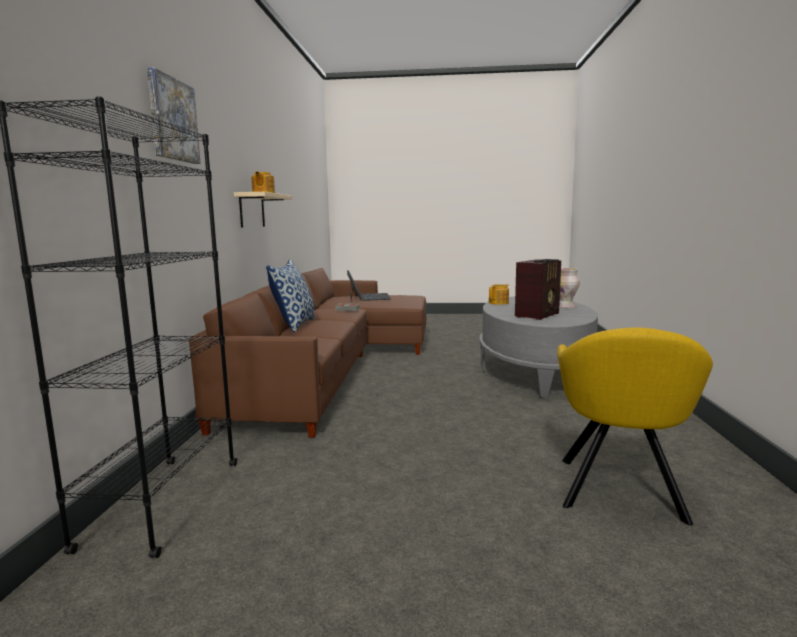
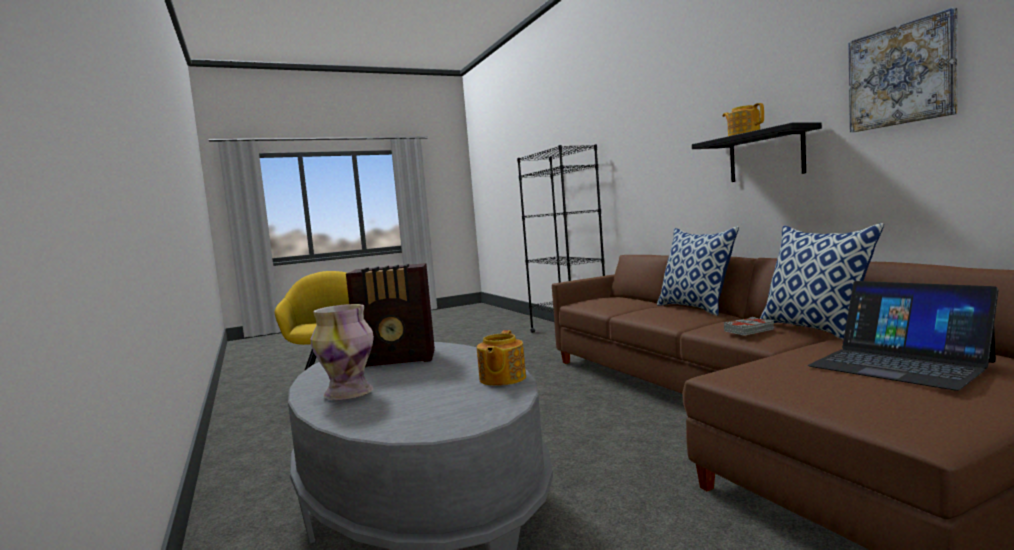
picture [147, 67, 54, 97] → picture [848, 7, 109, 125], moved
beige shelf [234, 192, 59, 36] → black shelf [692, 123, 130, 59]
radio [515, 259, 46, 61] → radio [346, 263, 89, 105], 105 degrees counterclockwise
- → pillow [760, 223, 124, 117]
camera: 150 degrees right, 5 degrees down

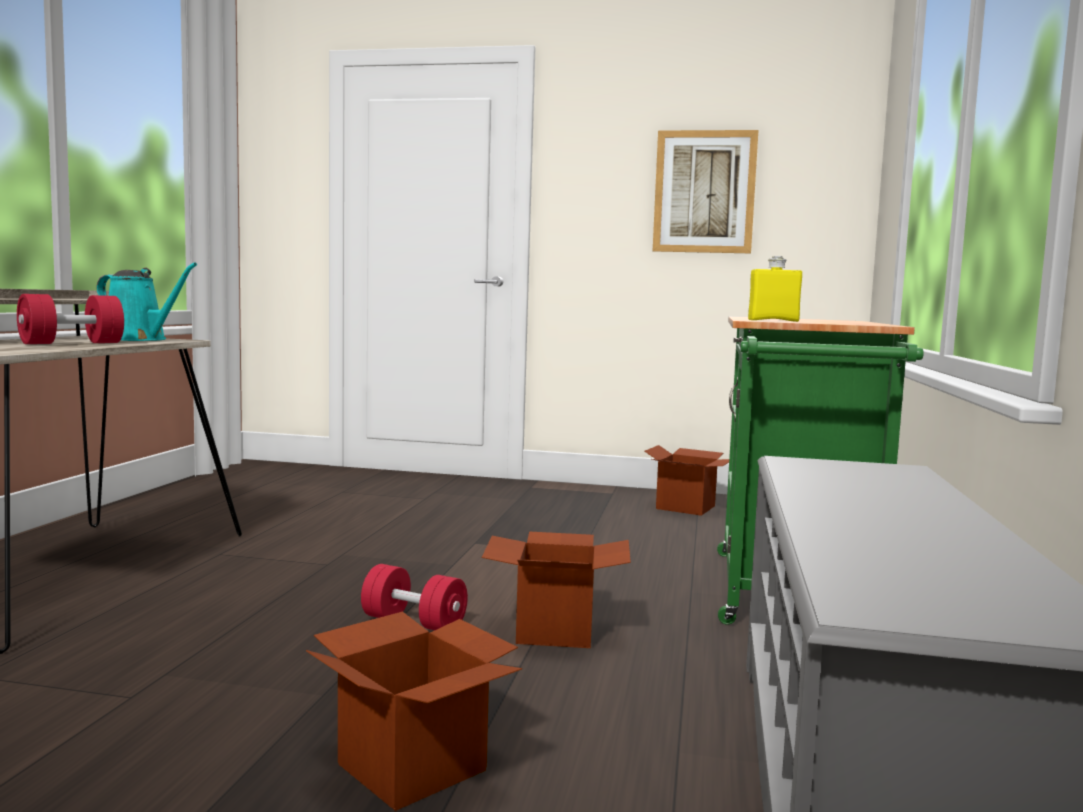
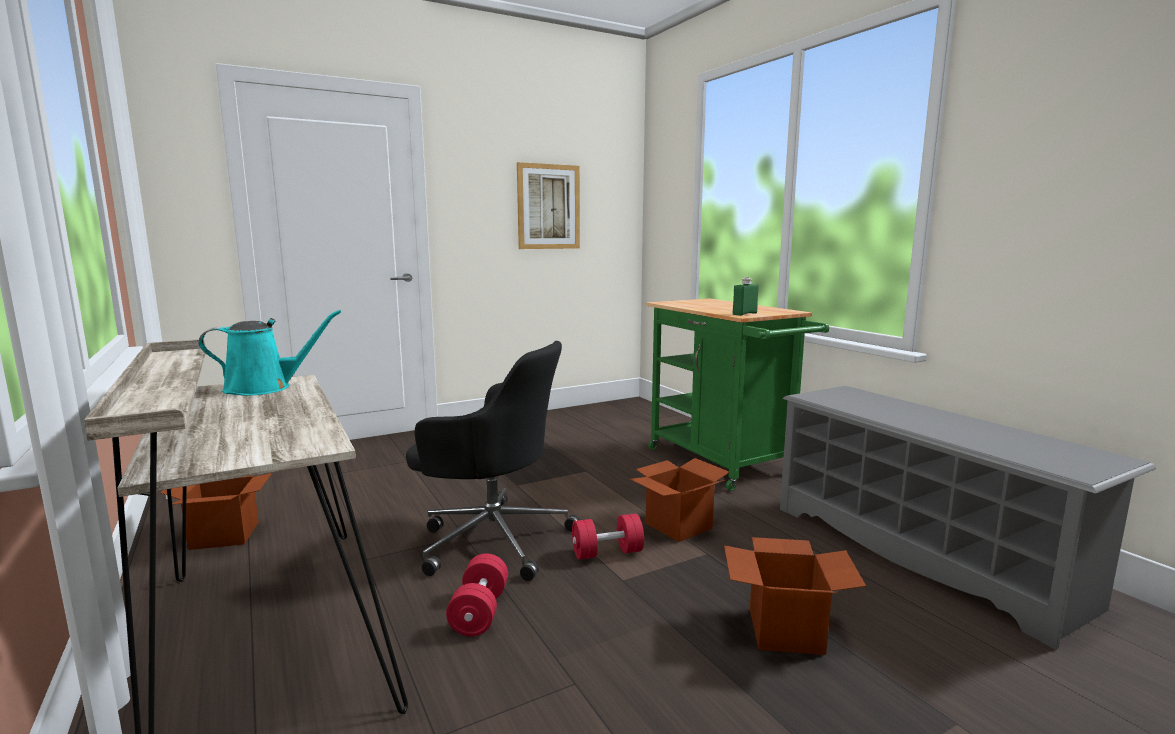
yellow bottle [748, 256, 54, 66] → green bottle [733, 277, 25, 39]
red dumbbell [17, 294, 107, 50] → red dumbbell [446, 553, 62, 83], moved
cardboard box [645, 445, 84, 71] → cardboard box [160, 473, 112, 77], moved
- → black office chair [406, 341, 174, 240]
camera: 40 degrees left, 5 degrees up

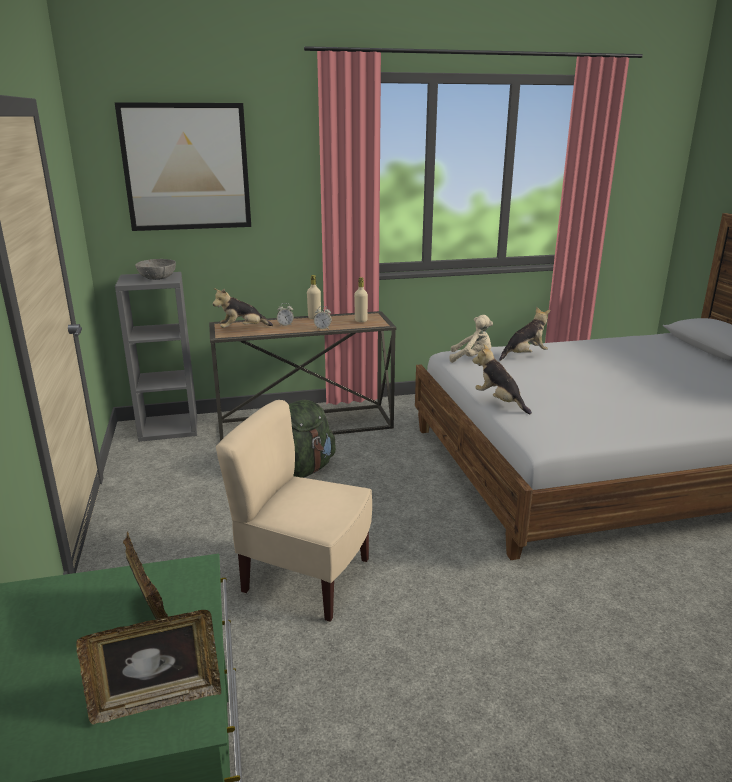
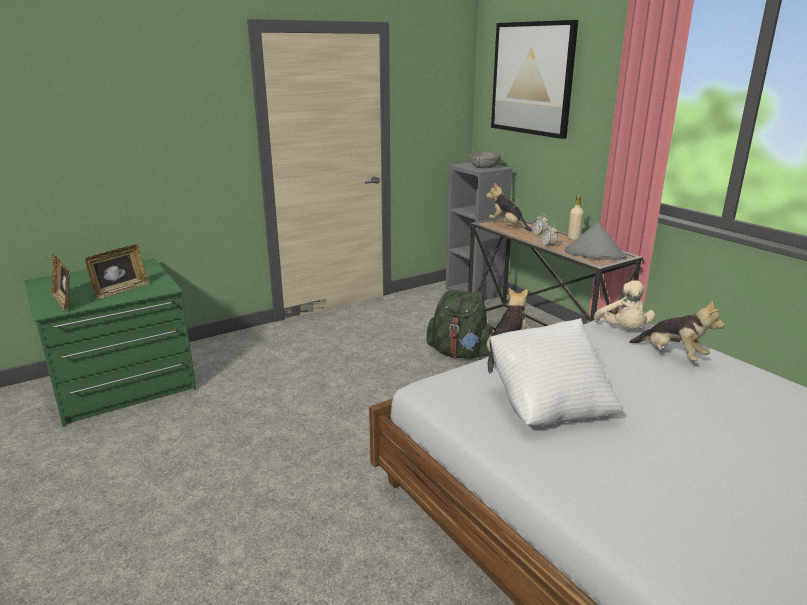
beige bottle [354, 277, 14, 45] → grey hat [565, 221, 62, 39]
beige chair [216, 400, 156, 222] → -
- → white pillow [490, 318, 133, 108]
camera: 70 degrees right, 0 degrees up

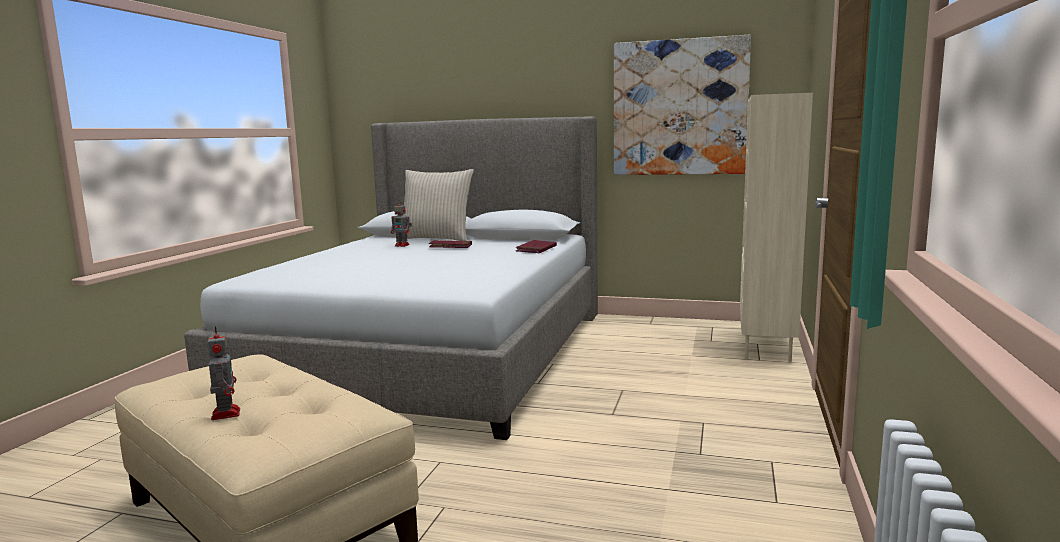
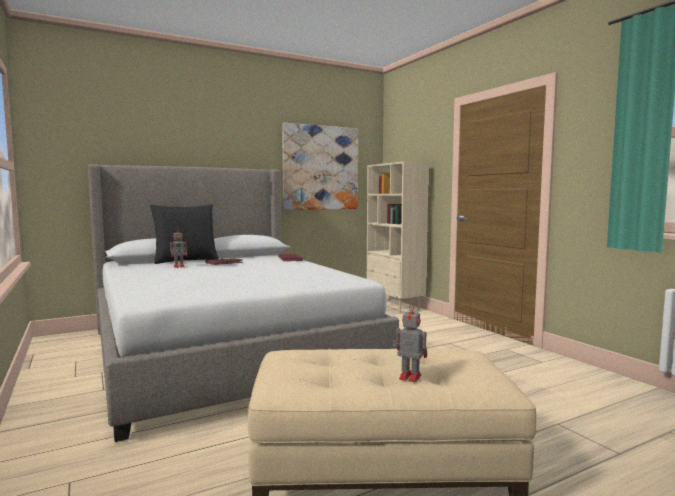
beige pillow [403, 169, 71, 72] → black pillow [150, 204, 69, 60]
camera: 45 degrees left, 5 degrees down

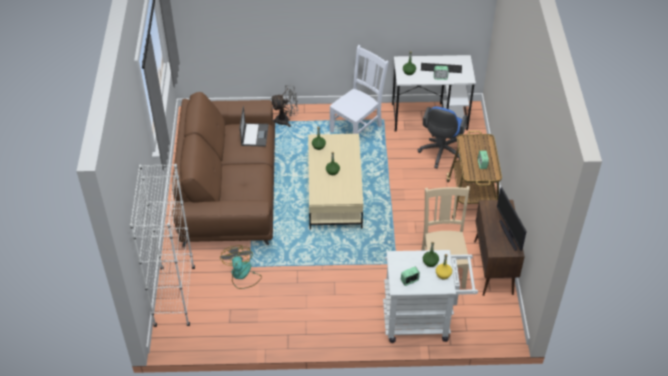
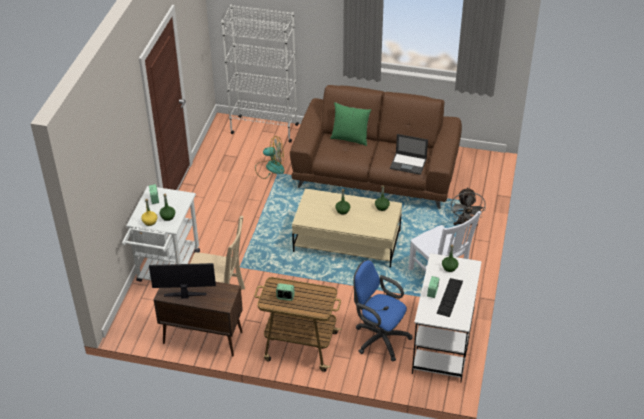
- → green pillow [330, 102, 41, 44]
camera: 105 degrees right, 5 degrees down

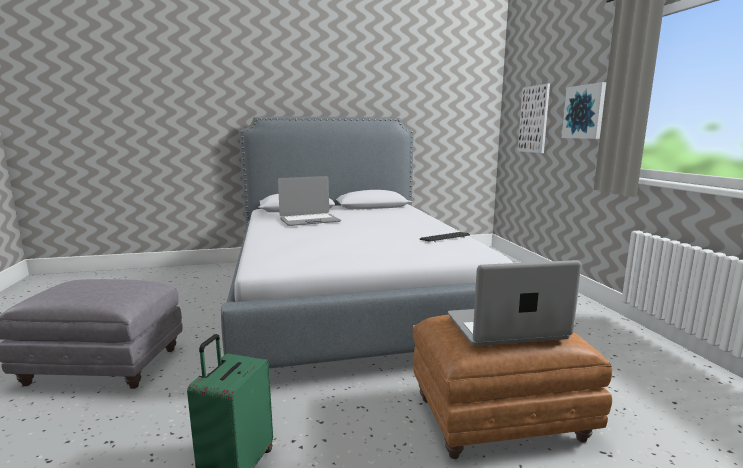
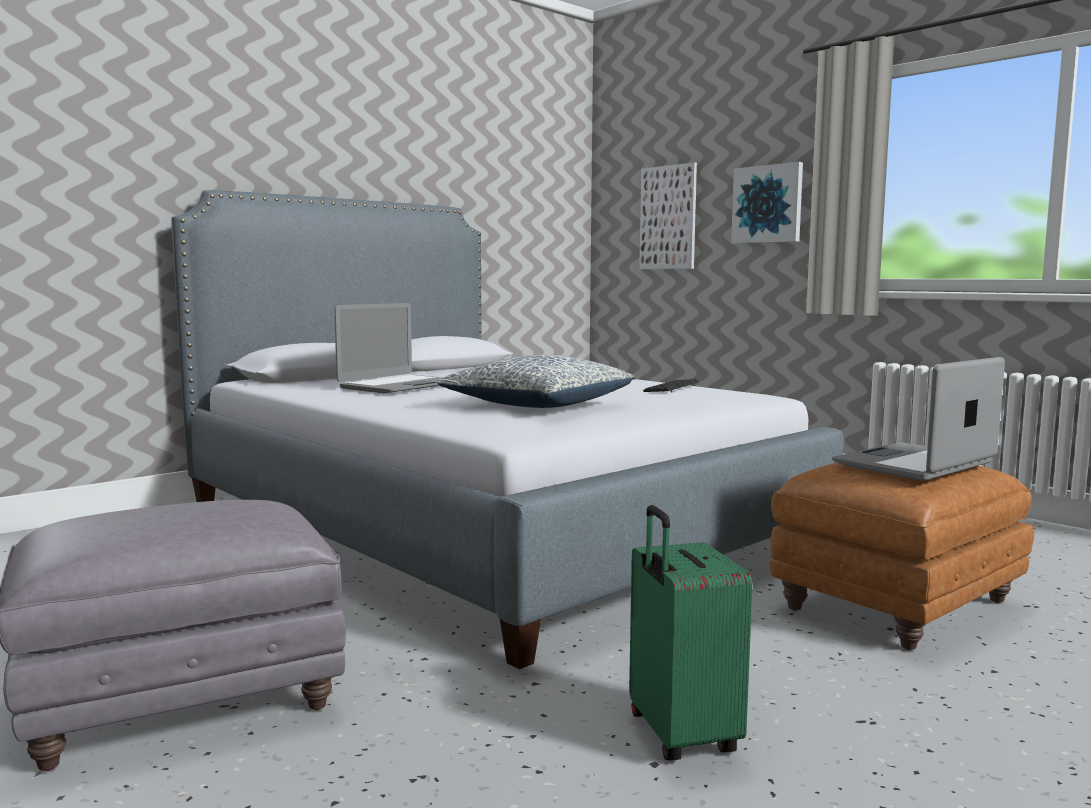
- → pillow [437, 354, 198, 54]
camera: 30 degrees left, 5 degrees down

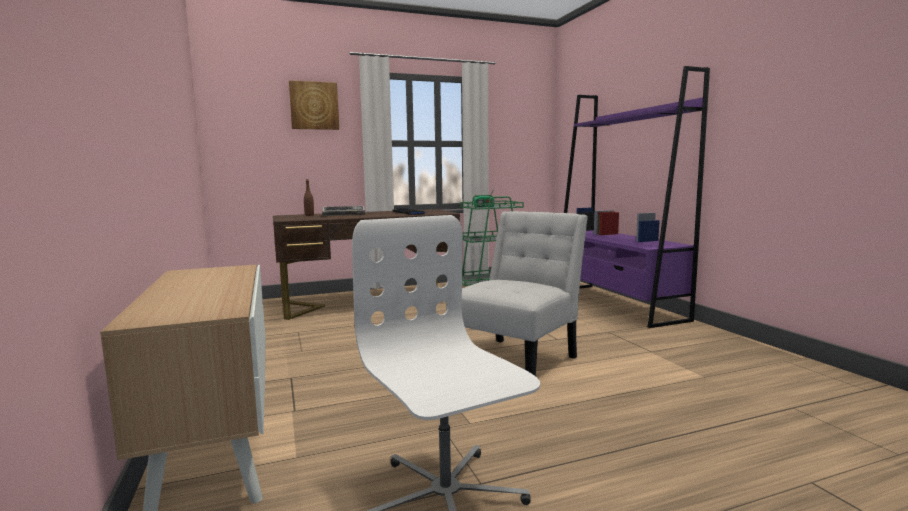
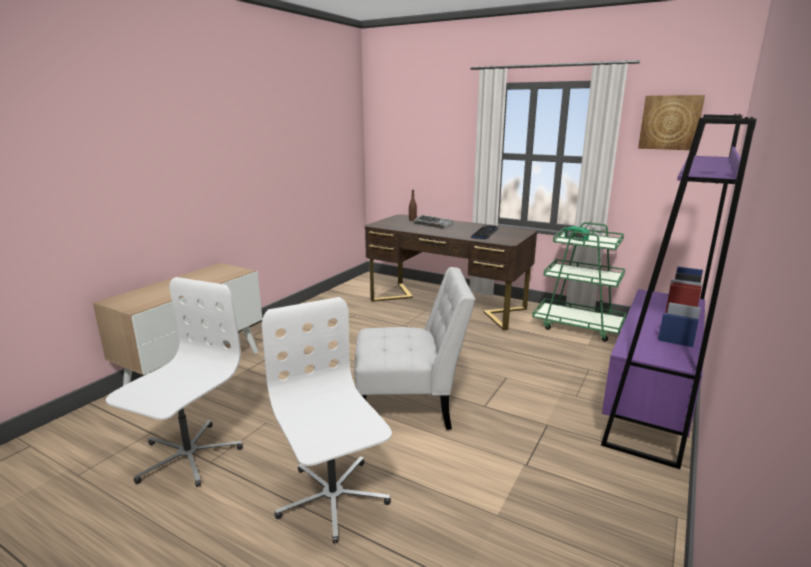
picture [289, 80, 50, 50] → picture [638, 95, 67, 55], moved
- → white office chair [262, 297, 130, 246]
camera: 50 degrees right, 10 degrees up

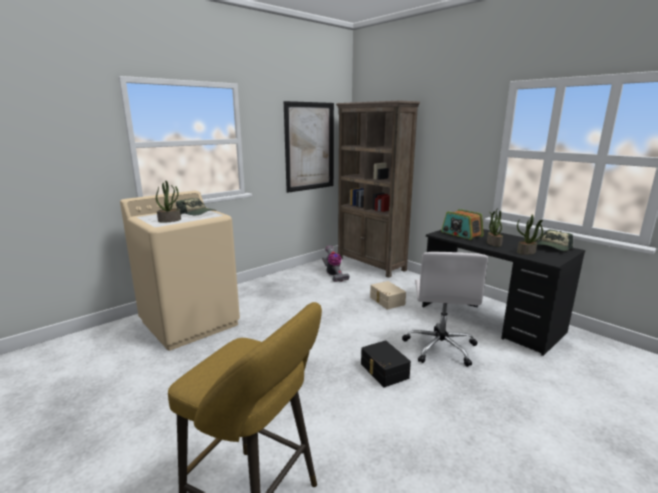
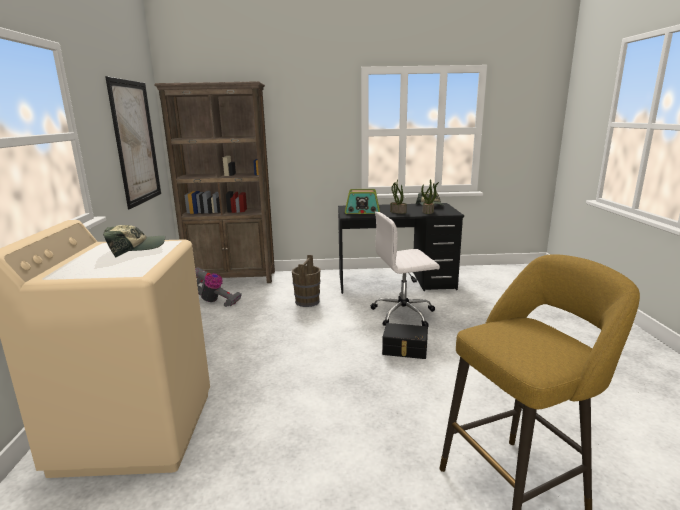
potted plant [156, 181, 25, 42] → -
white office chair [402, 252, 86, 115] → white office chair [371, 212, 69, 115], 120 degrees clockwise
beige storage box [370, 281, 36, 29] → brown bucket [292, 255, 28, 52]
camera: 50 degrees left, 0 degrees up

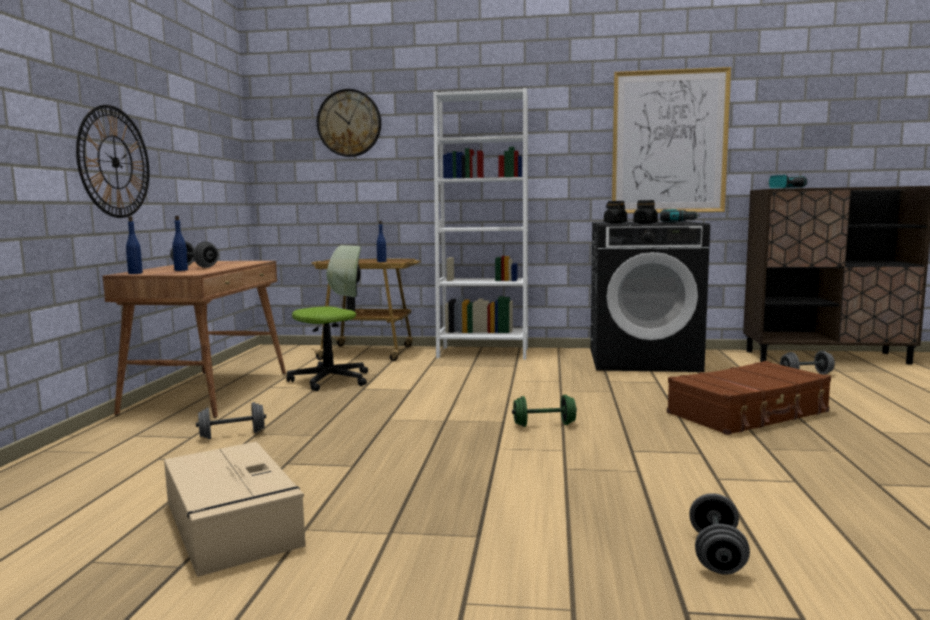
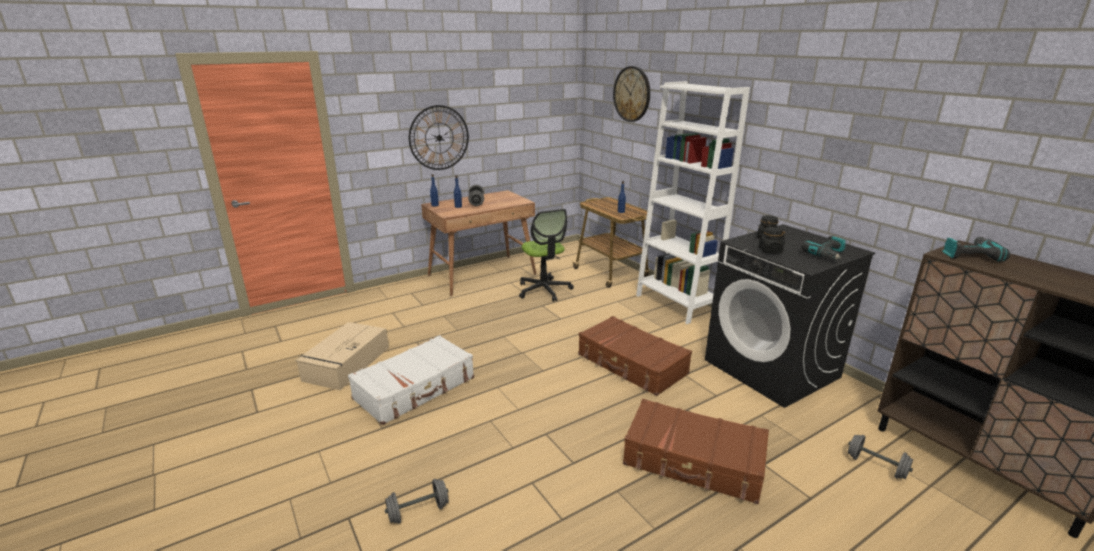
picture [612, 67, 119, 146] → -
office chair [286, 245, 82, 146] → office chair [519, 209, 55, 93], 60 degrees clockwise
green dumbbell [512, 395, 65, 32] → -
grey dumbbell [196, 402, 70, 37] → -
- → brown suitcase [578, 316, 114, 80]
- → white suitcase [348, 335, 126, 90]
camera: 50 degrees right, 15 degrees up

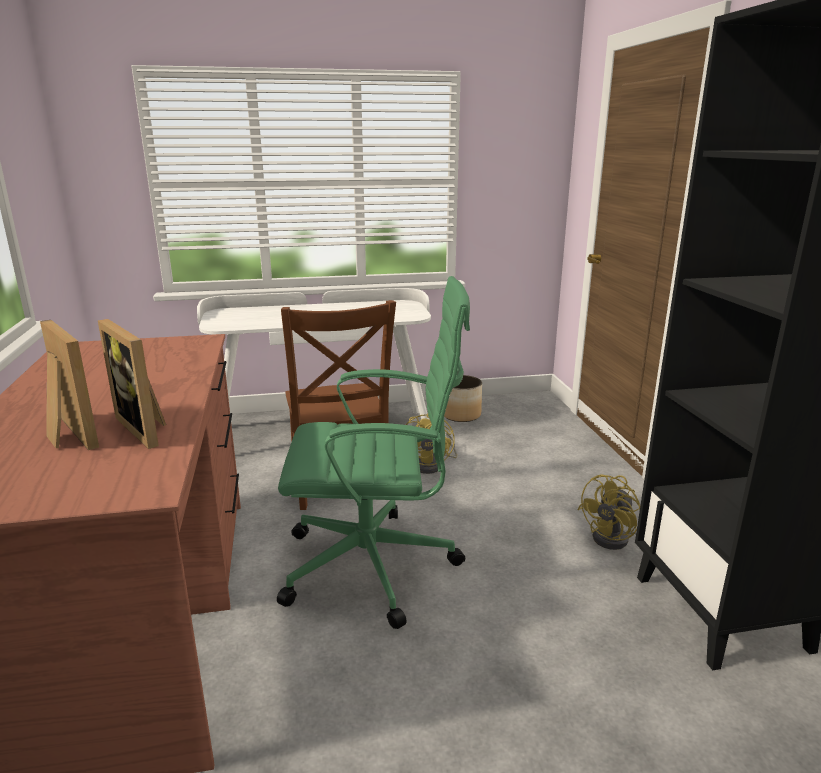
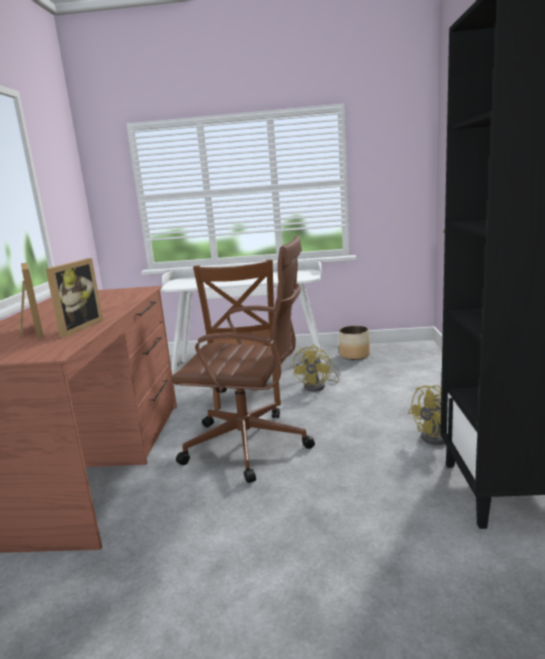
green office chair [277, 276, 193, 353] → brown office chair [171, 236, 144, 247]
picture frame [98, 319, 68, 130] → picture frame [46, 258, 57, 80], 135 degrees counterclockwise
camera: 15 degrees right, 5 degrees down

